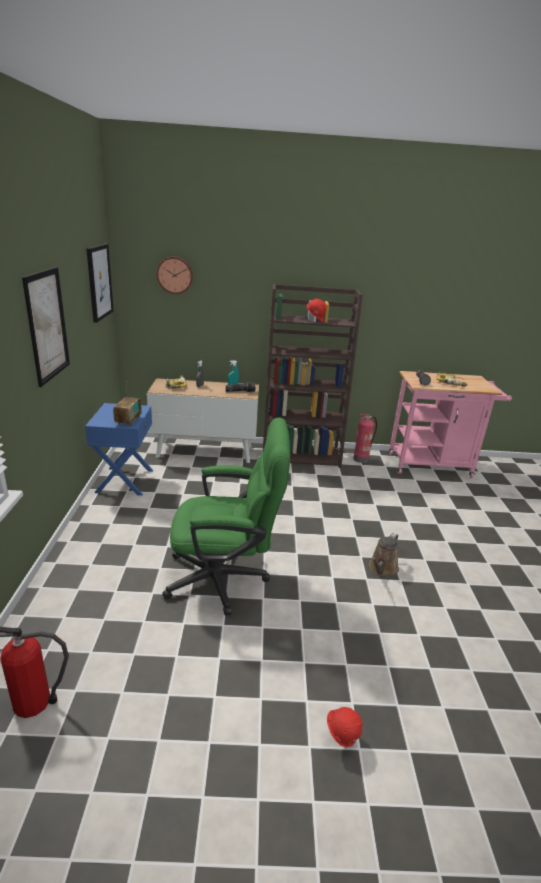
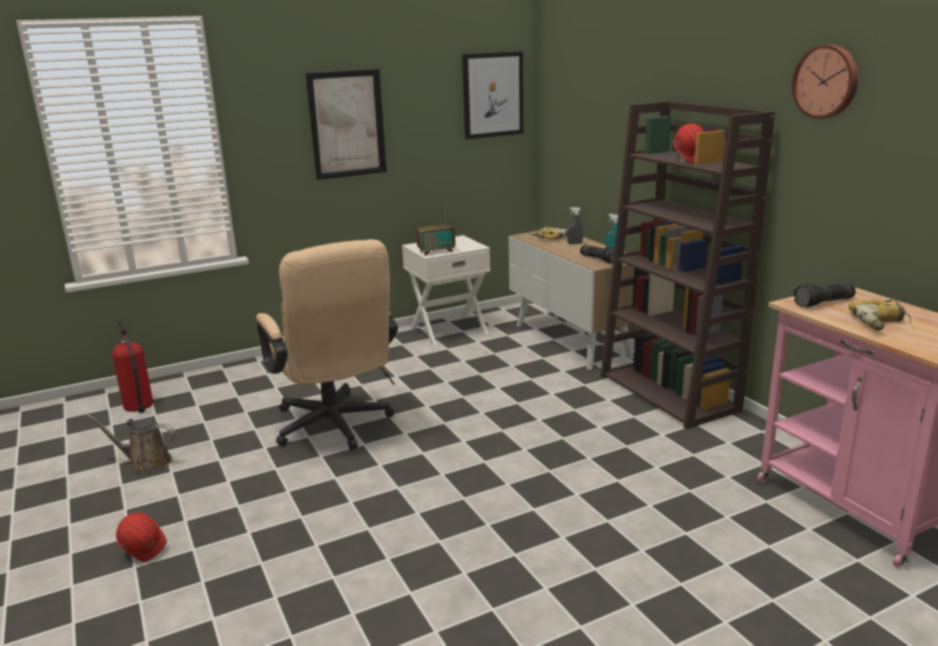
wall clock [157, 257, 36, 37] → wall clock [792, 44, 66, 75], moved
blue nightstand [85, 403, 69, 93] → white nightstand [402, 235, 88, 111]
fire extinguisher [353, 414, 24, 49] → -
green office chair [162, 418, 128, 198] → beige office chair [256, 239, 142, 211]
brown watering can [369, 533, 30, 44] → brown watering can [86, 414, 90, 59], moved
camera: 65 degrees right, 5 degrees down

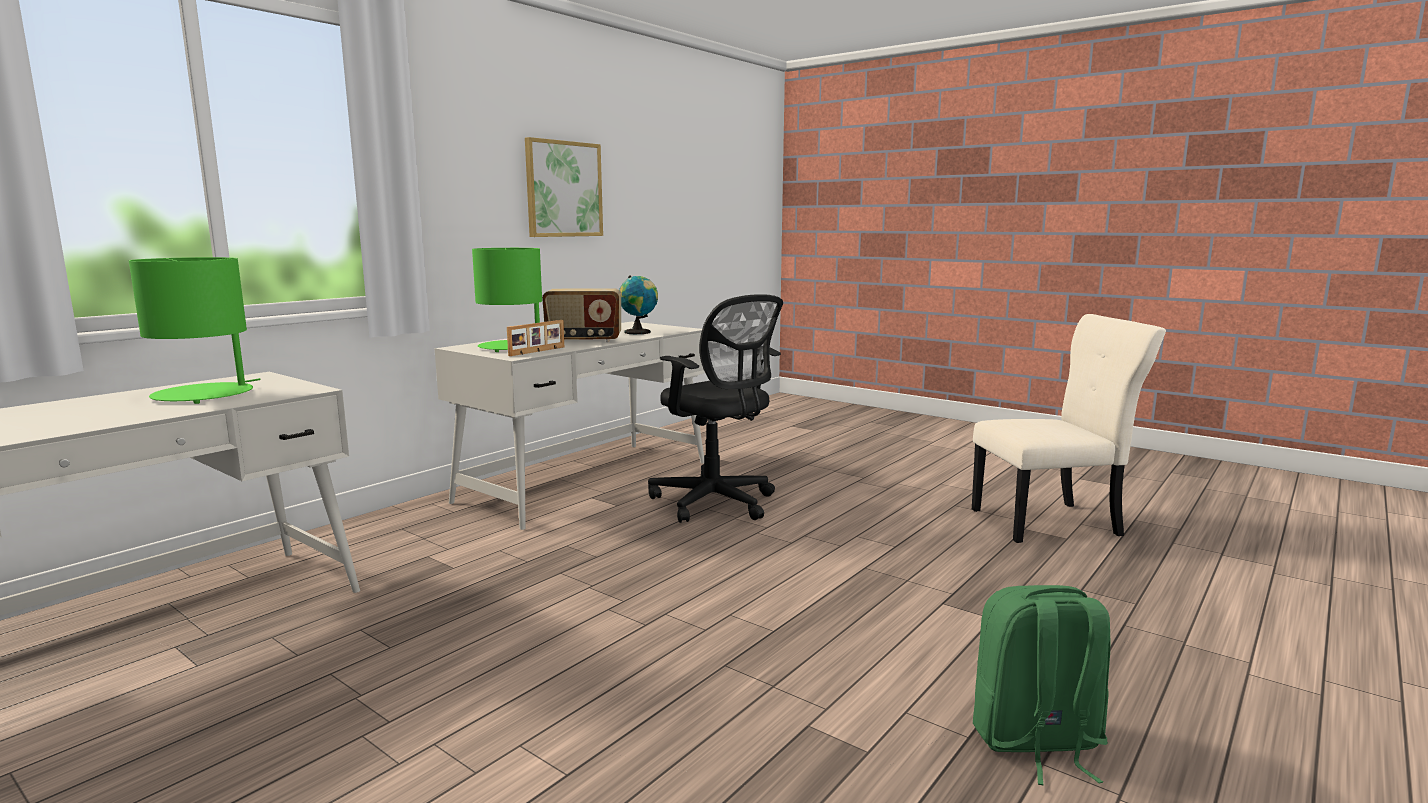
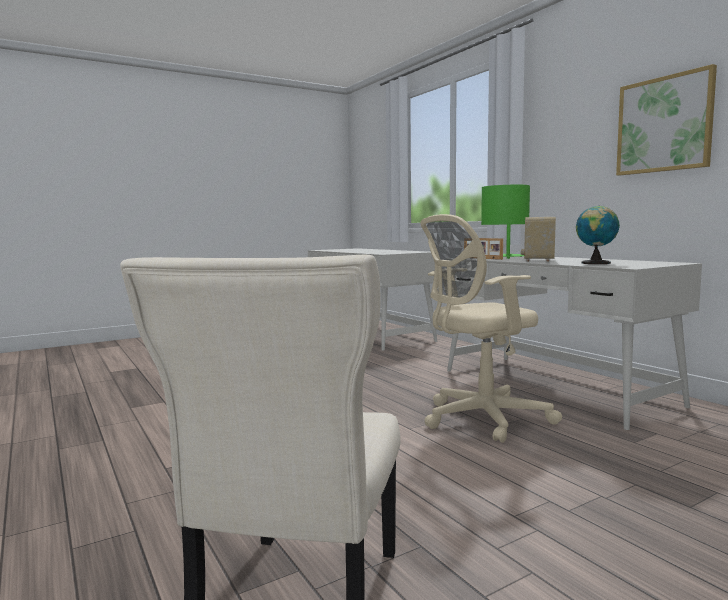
green table lamp [129, 257, 132, 147] → -
black office chair [648, 294, 135, 229] → beige office chair [420, 214, 142, 229]
green backpack [973, 585, 138, 200] → -
camera: 110 degrees right, 5 degrees down

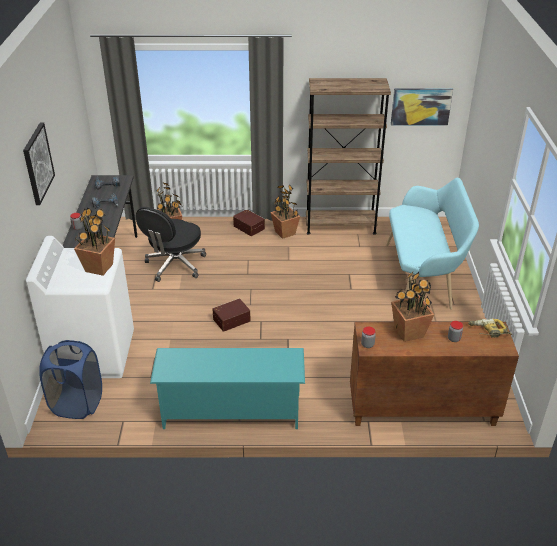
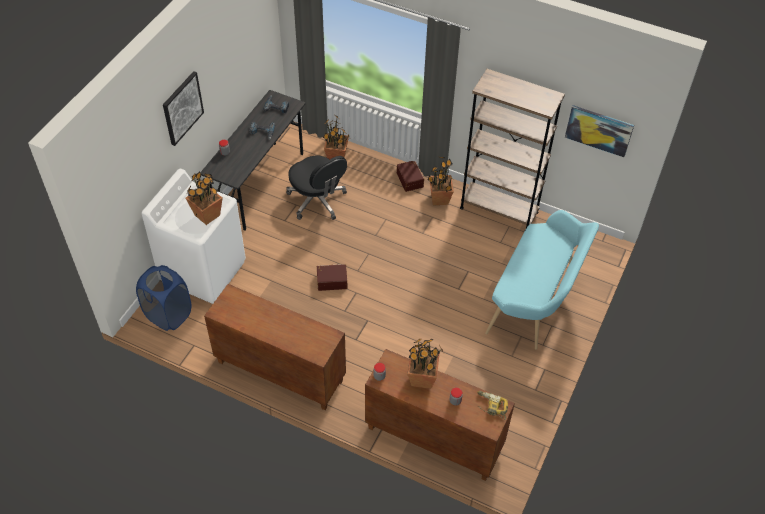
black office chair [136, 207, 70, 75] → black office chair [286, 155, 61, 65], 90 degrees counterclockwise
turquoise shoe rack [150, 348, 155, 81] → brown cabinet [204, 284, 142, 126]
camera: 25 degrees right, 15 degrees up

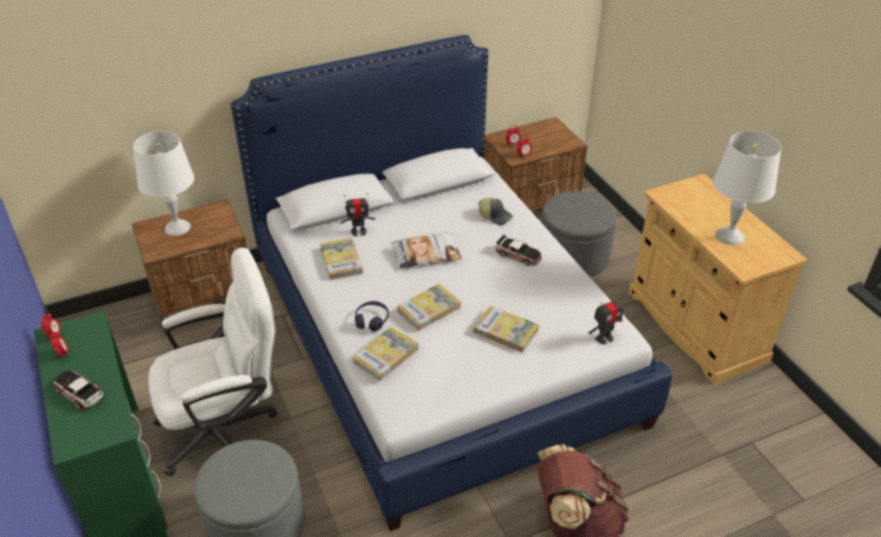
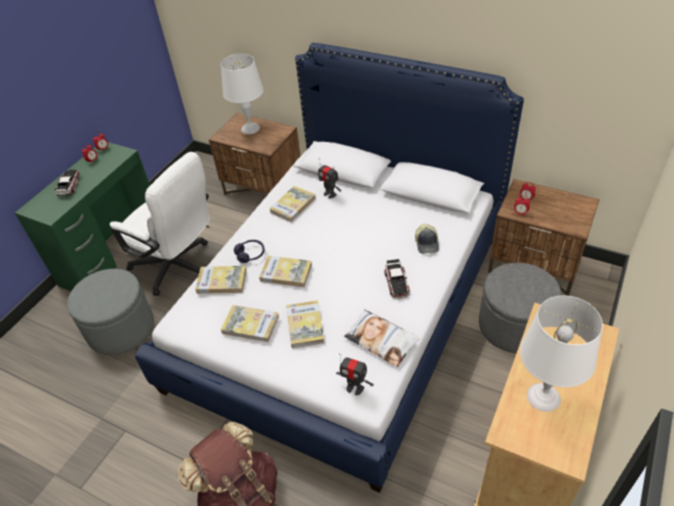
pillow [391, 232, 71, 36] → pillow [344, 309, 76, 58], moved
- → book [221, 305, 58, 37]
camera: 55 degrees right, 5 degrees up

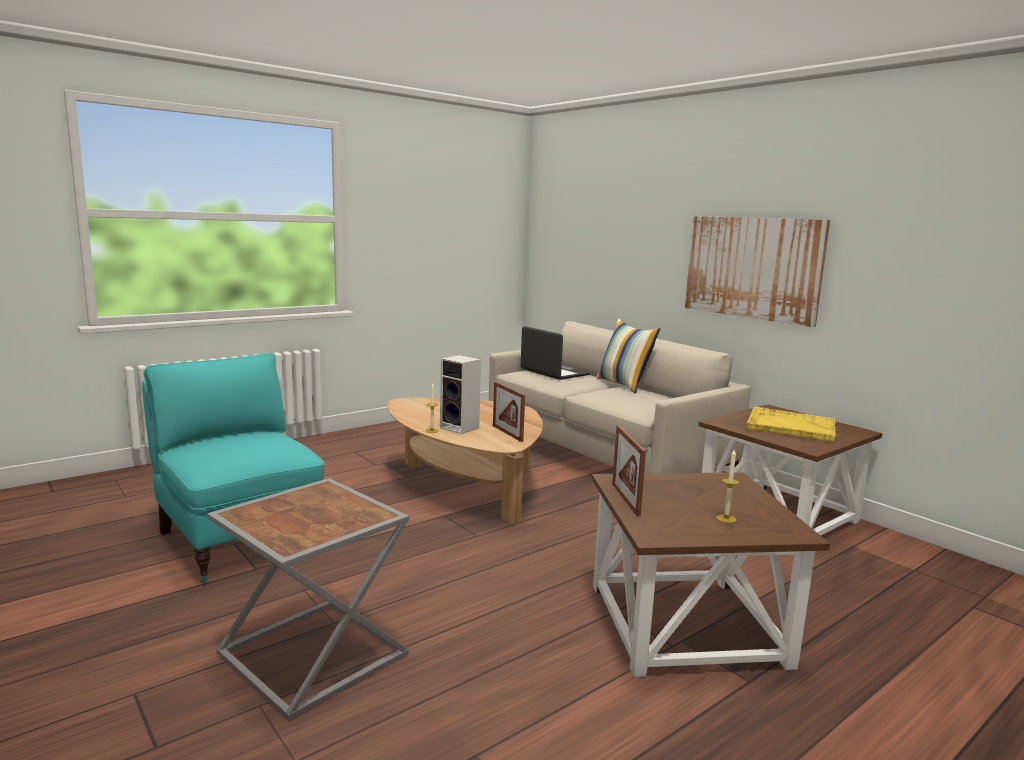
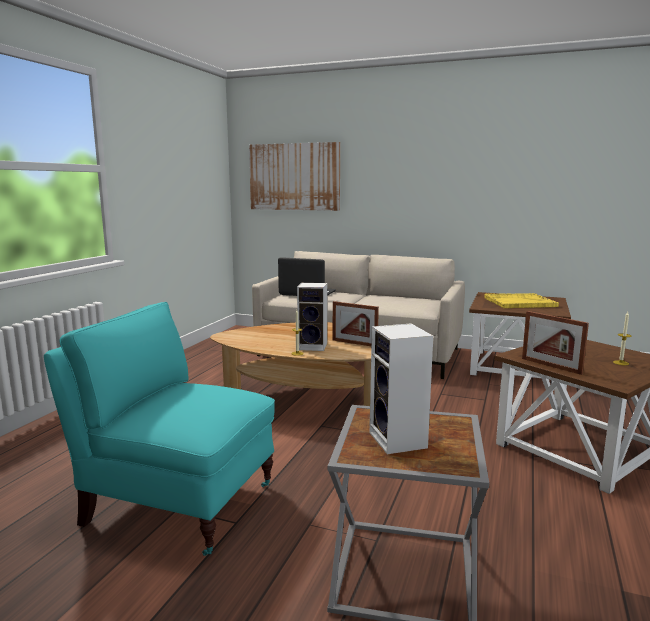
picture [685, 216, 145, 111] → picture [249, 142, 91, 69], moved
pillow [596, 319, 64, 75] → -
- → speaker [370, 323, 63, 131]
camera: 30 degrees left, 0 degrees up

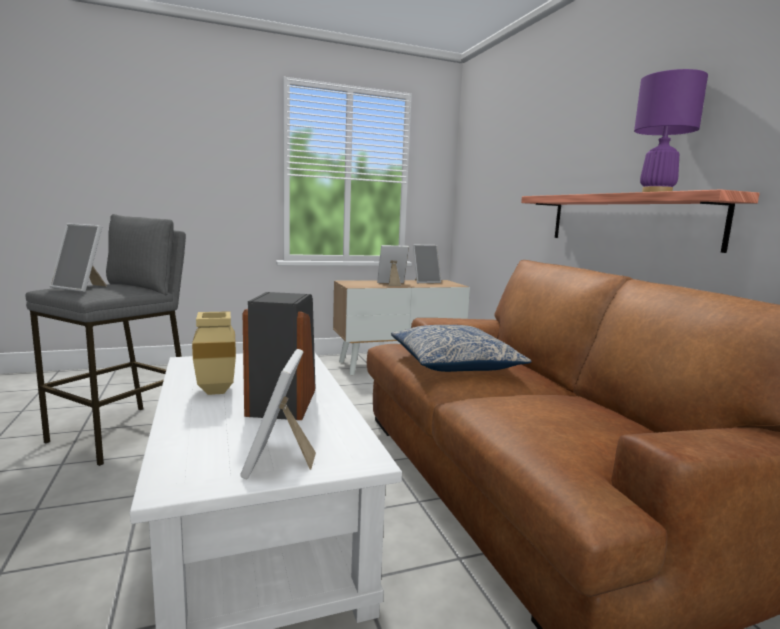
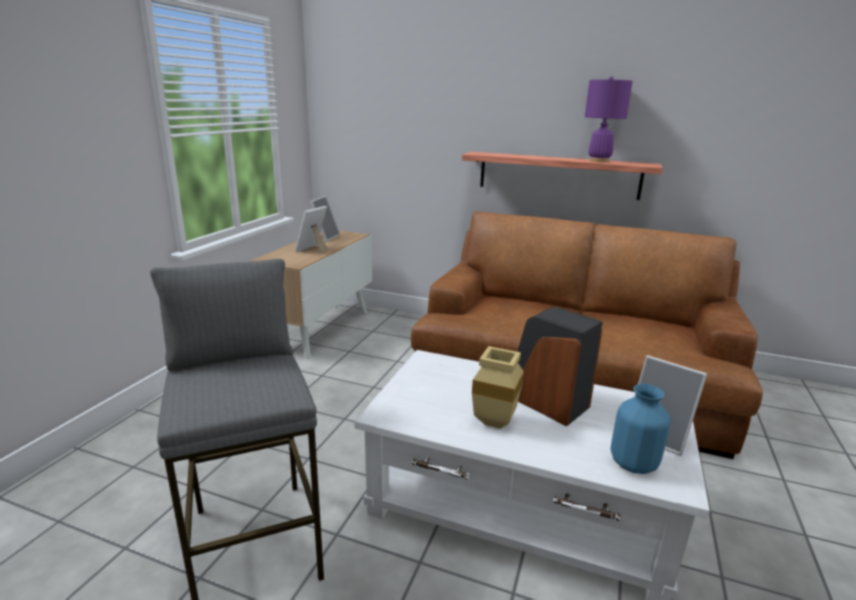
picture frame [50, 223, 57, 69] → -
pillow [391, 325, 141, 47] → -
- → blue vase [611, 384, 60, 90]
camera: 50 degrees left, 10 degrees up

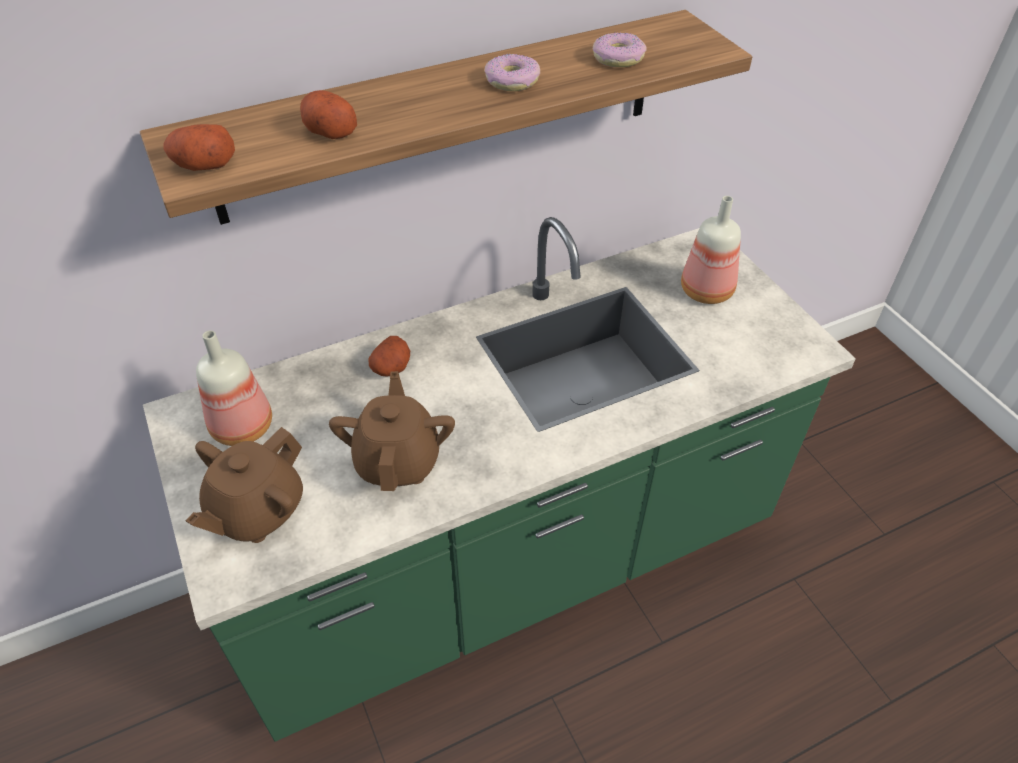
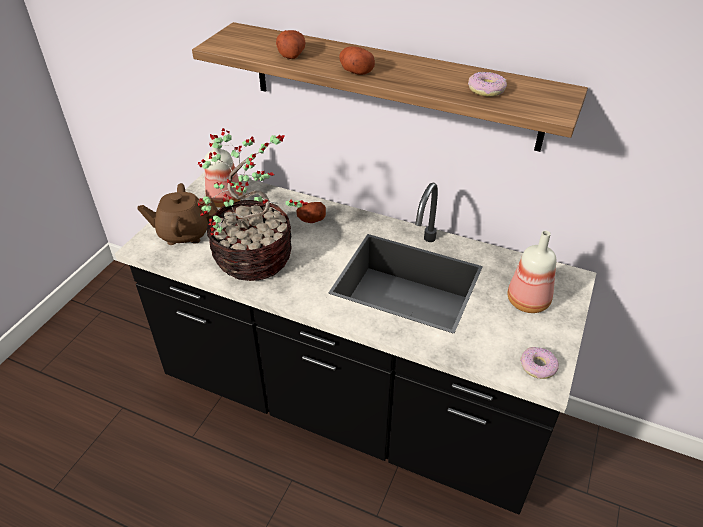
donut [484, 54, 56, 37] → donut [520, 347, 39, 32], moved
potato [163, 124, 72, 47] → potato [339, 46, 36, 29], moved
green counter [143, 217, 713, 525] → black counter [115, 172, 481, 342]
brown teapot [329, 371, 126, 120] → potted plant [198, 128, 110, 153]
camera: 50 degrees right, 5 degrees down

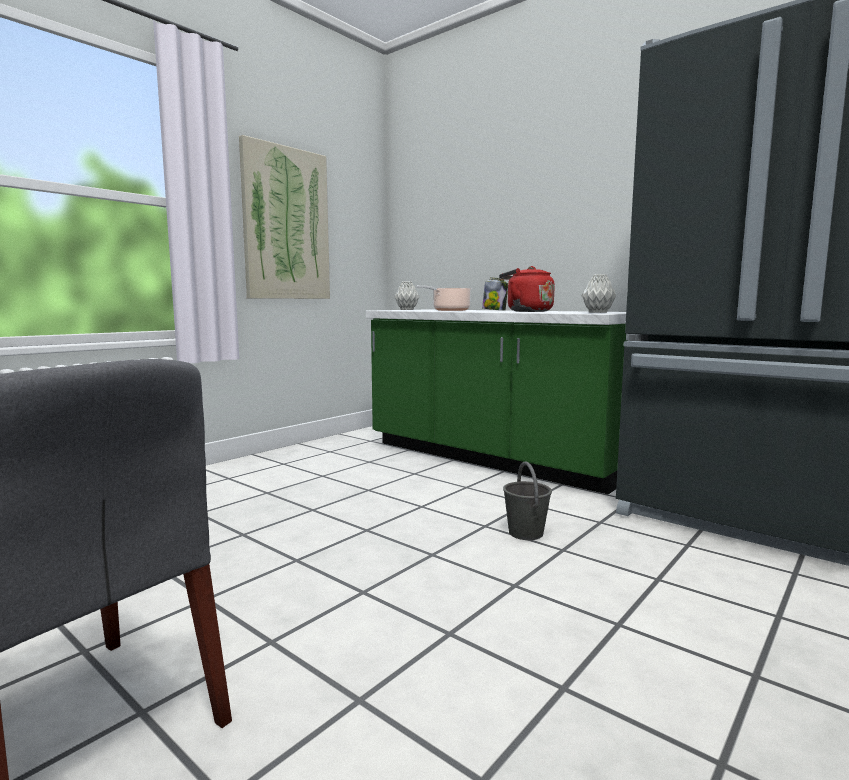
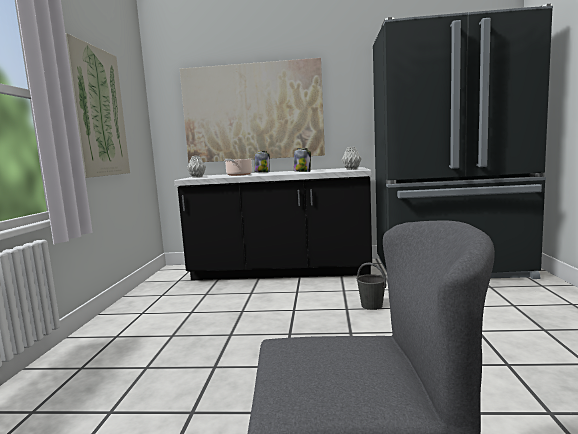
red kettle [499, 266, 56, 46] → jar [294, 148, 17, 24]
green counter [366, 310, 261, 184] → black counter [174, 167, 198, 113]
- → picture [180, 58, 145, 105]
camera: 35 degrees left, 0 degrees up

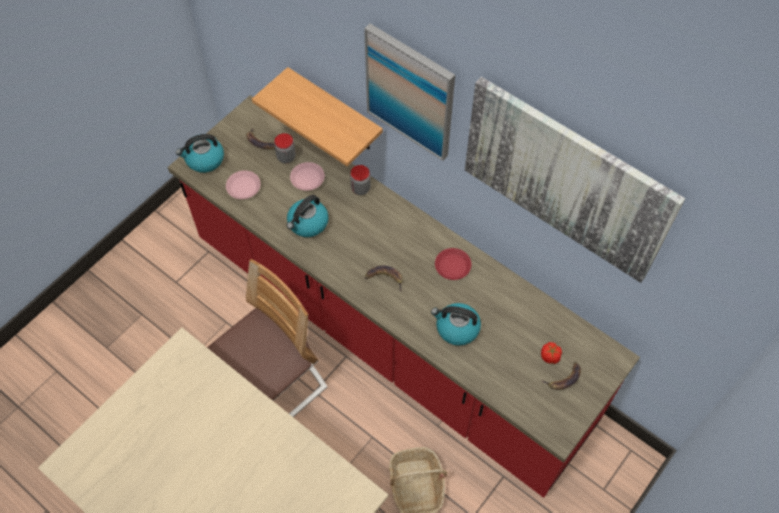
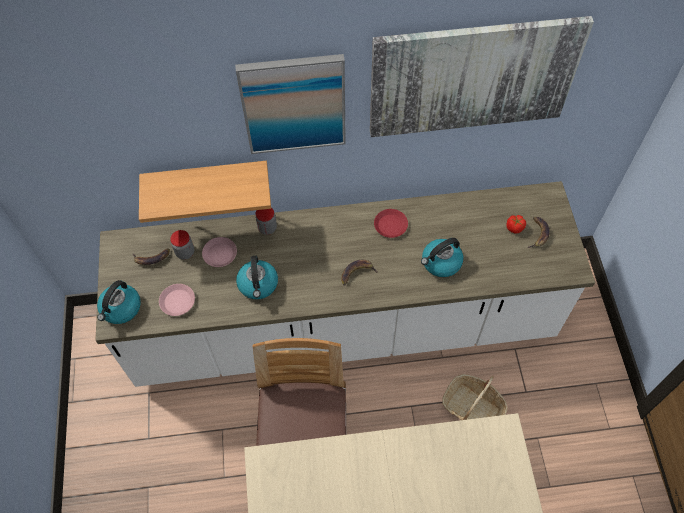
red counter [168, 95, 472, 403] → white counter [96, 181, 499, 206]
camera: 45 degrees left, 0 degrees up

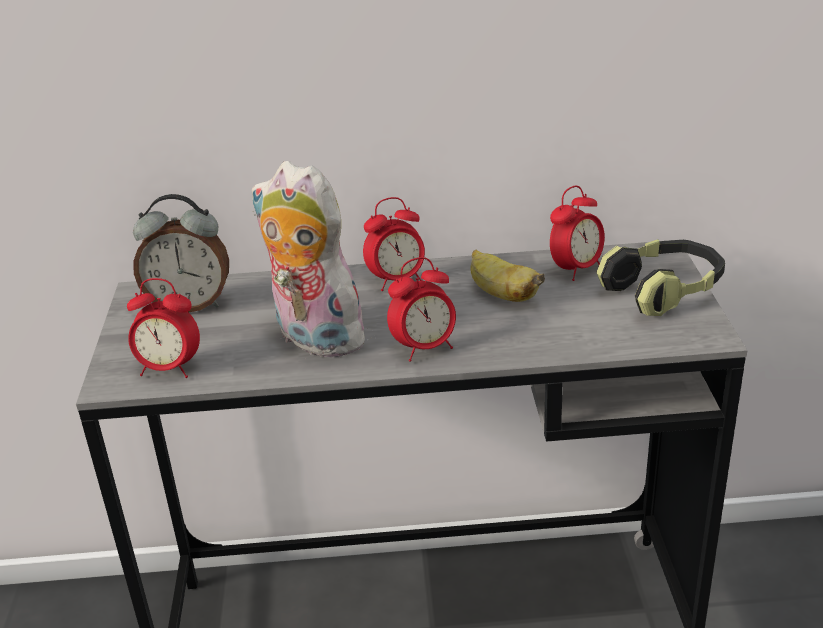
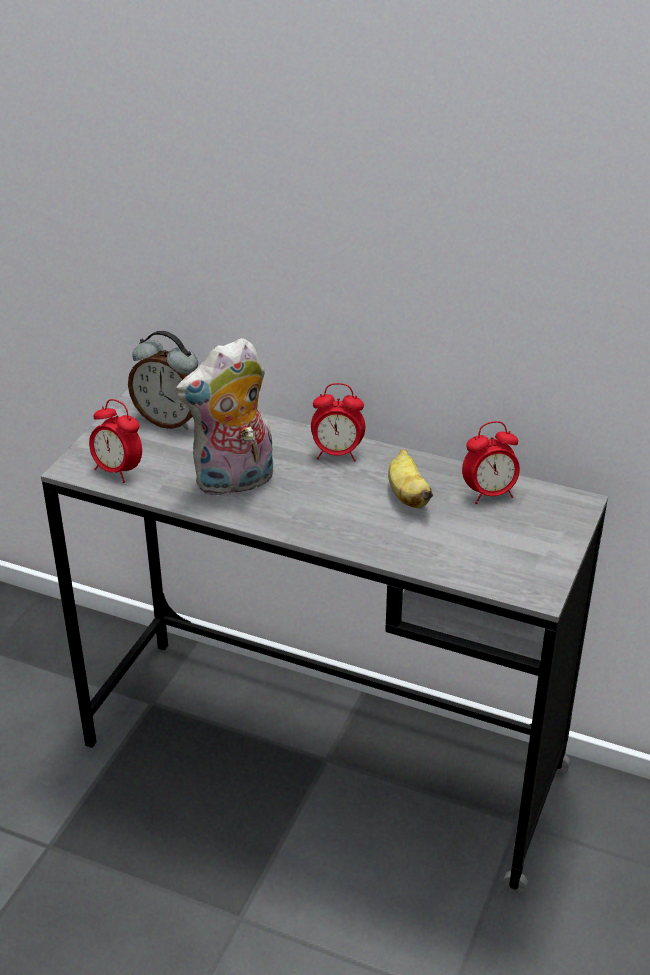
plush toy [252, 161, 118, 198] → plush toy [176, 338, 97, 160], 90 degrees counterclockwise
headphones [596, 239, 129, 77] → -
alarm clock [387, 257, 69, 105] → -
camera: 25 degrees right, 5 degrees up

